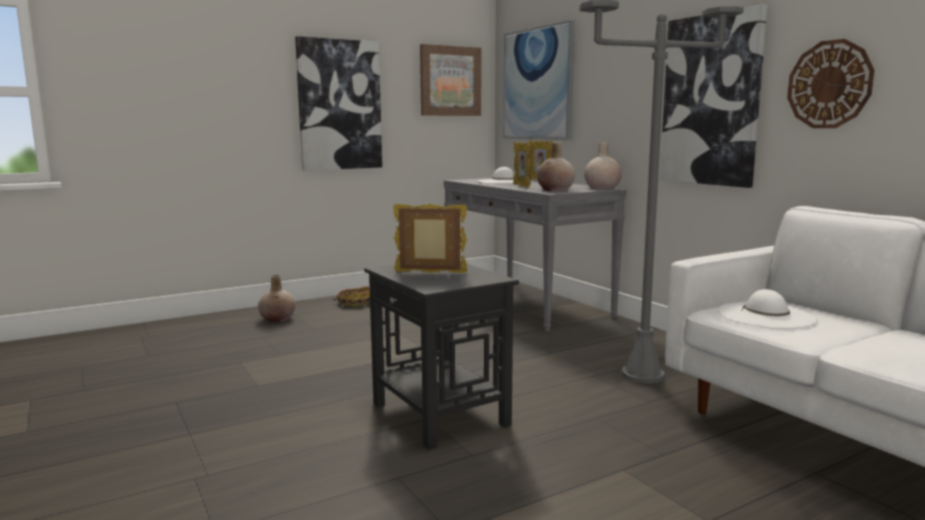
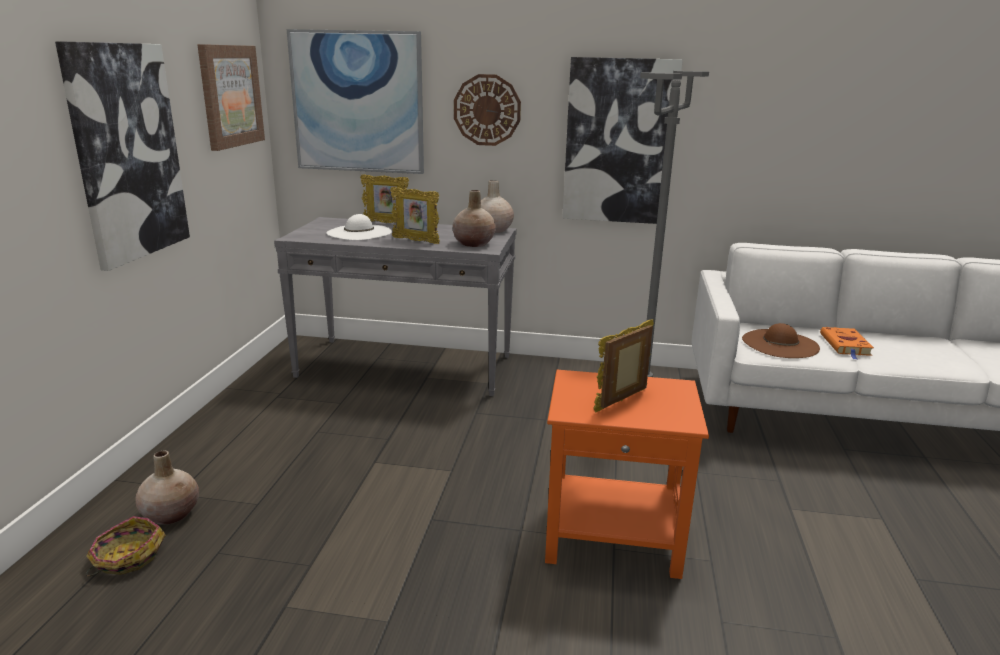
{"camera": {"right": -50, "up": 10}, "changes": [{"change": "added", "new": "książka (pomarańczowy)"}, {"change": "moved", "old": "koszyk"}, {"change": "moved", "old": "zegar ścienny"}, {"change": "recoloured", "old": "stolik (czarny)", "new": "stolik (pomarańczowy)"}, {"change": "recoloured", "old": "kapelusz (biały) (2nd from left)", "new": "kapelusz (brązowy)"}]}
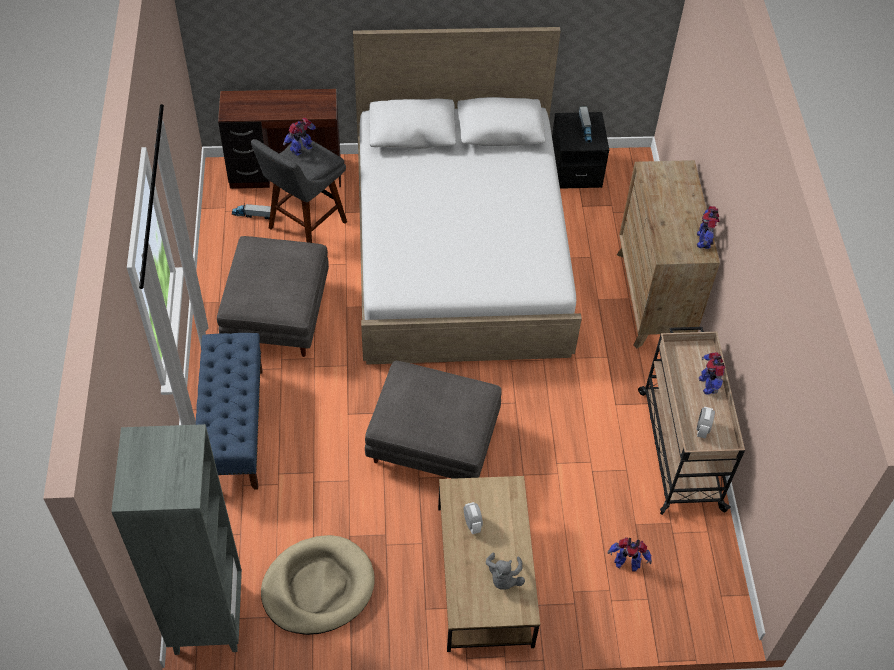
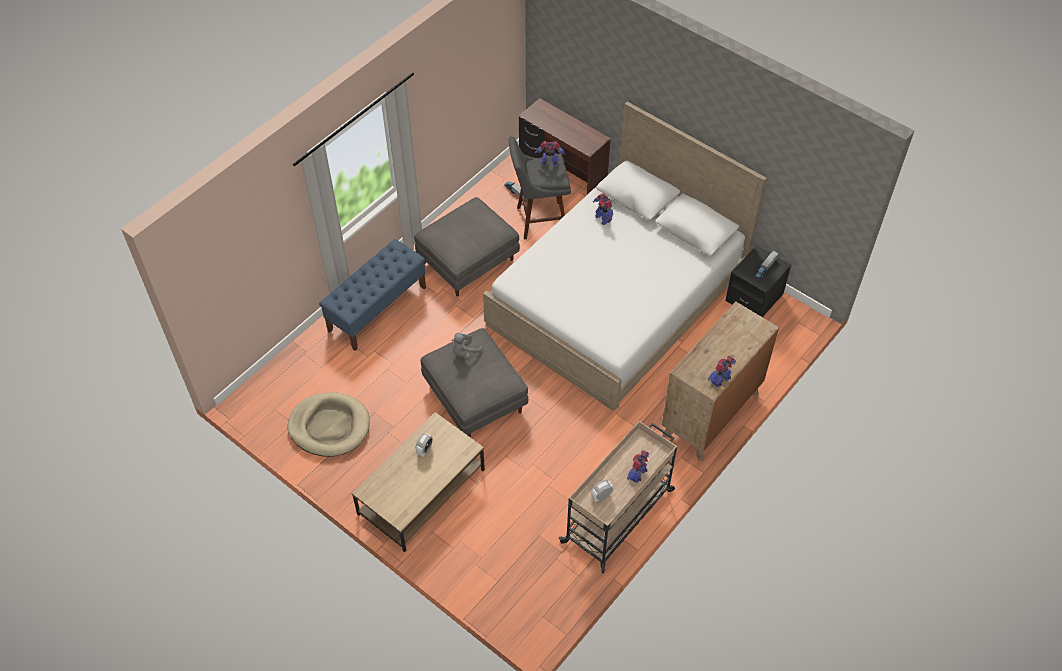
{"camera": {"right": 45, "up": 0}, "changes": [{"change": "removed", "old": "regał (szary)"}, {"change": "moved", "old": "pluszak (szary)"}, {"change": "moved", "old": "robot zabawkowy (2nd from left)"}]}
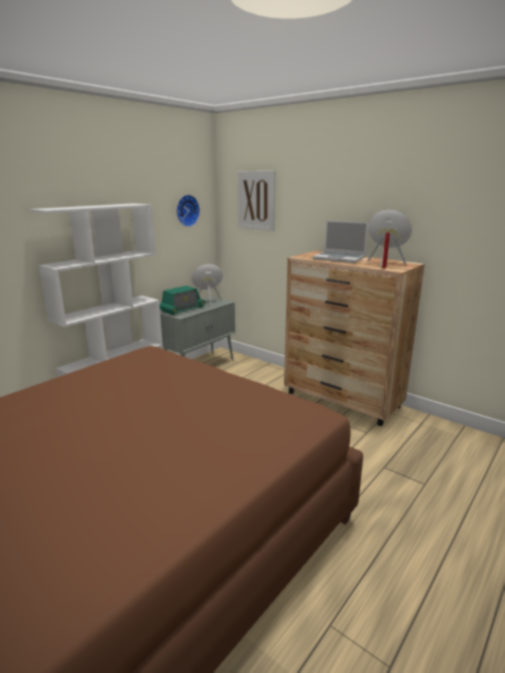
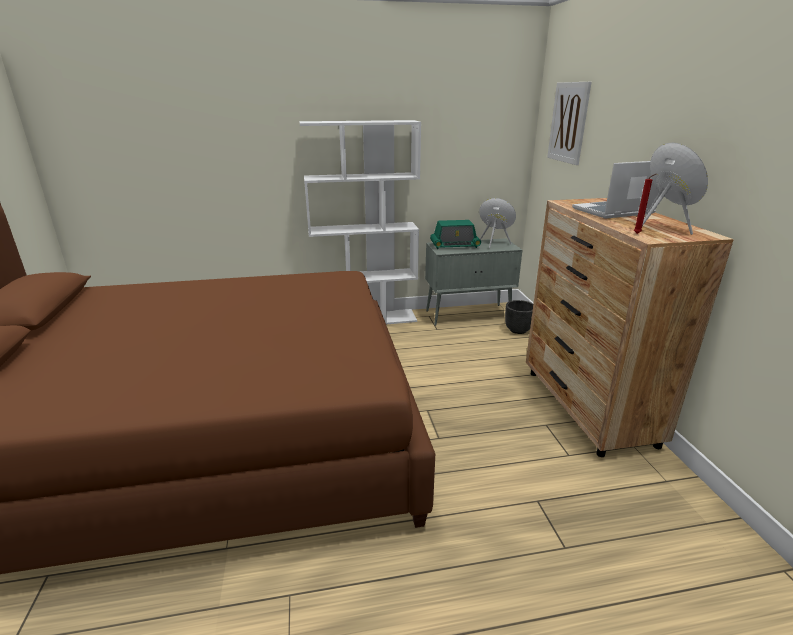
{"camera": {"right": 40, "up": 5}, "changes": [{"change": "removed", "old": "zegar ścienny"}, {"change": "added", "new": "donica (czarny)"}, {"change": "turned", "old": "laptop", "degrees": 90}]}
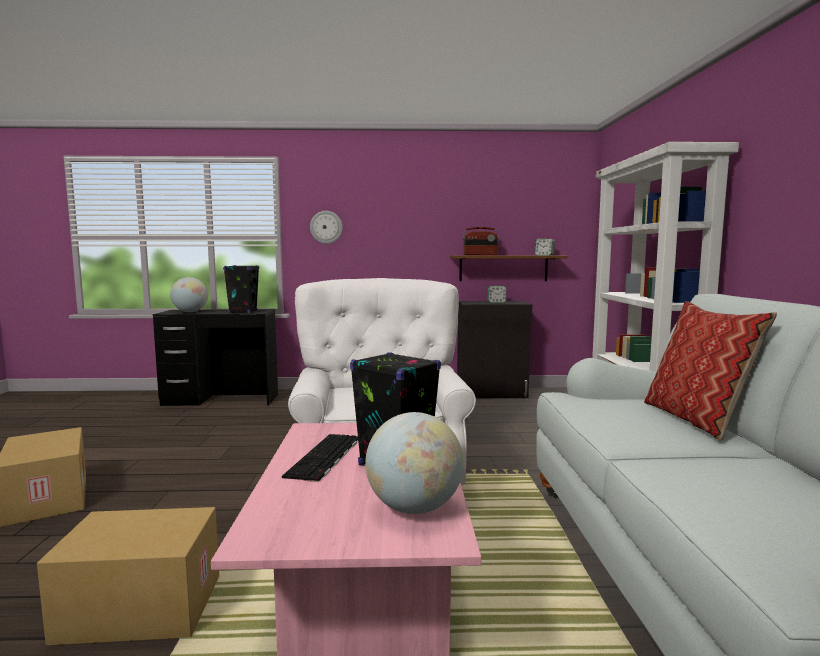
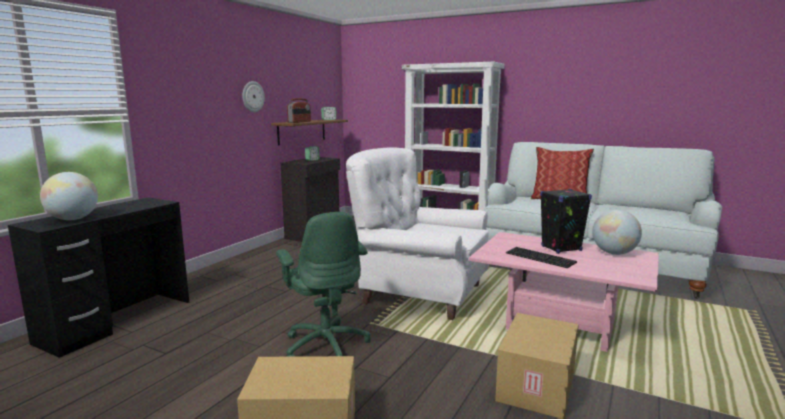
{"camera": {"right": -60, "up": 5}, "changes": [{"change": "removed", "old": "głośnik (czarny) (1st from left)"}, {"change": "added", "new": "krzesło biurowe (zielony)"}, {"change": "moved", "old": "zegar ścienny"}]}
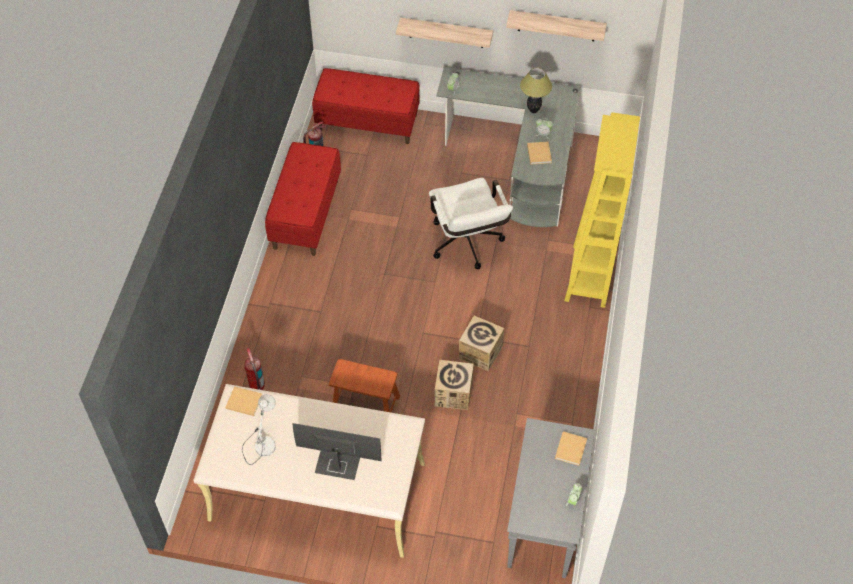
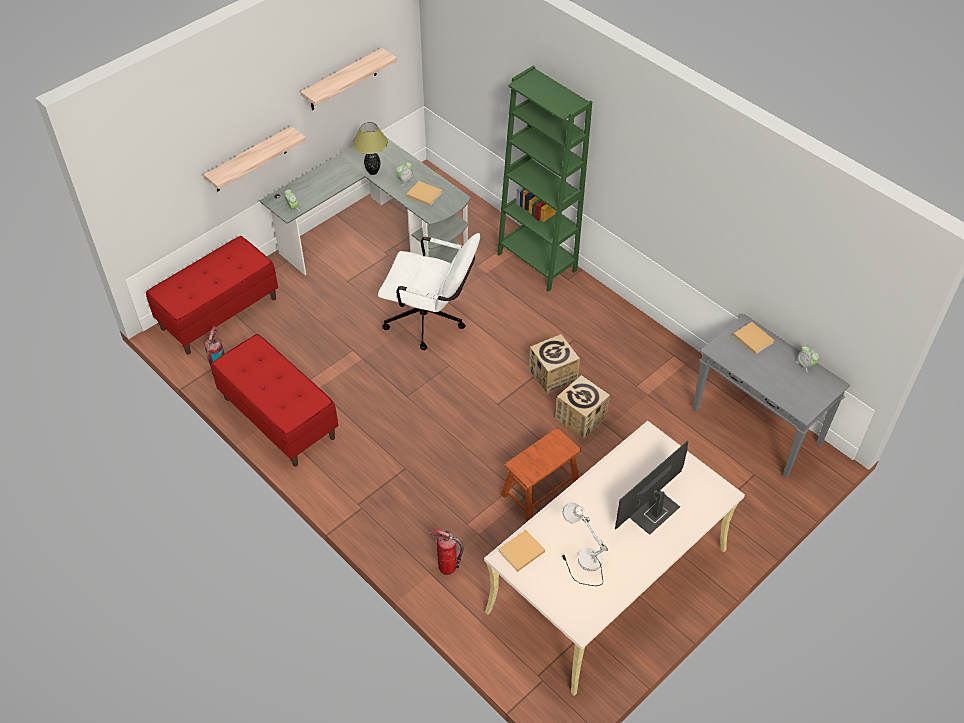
{"camera": {"right": -55, "up": -5}, "changes": [{"change": "recoloured", "old": "regał (żółty)", "new": "regał (zielony)"}]}
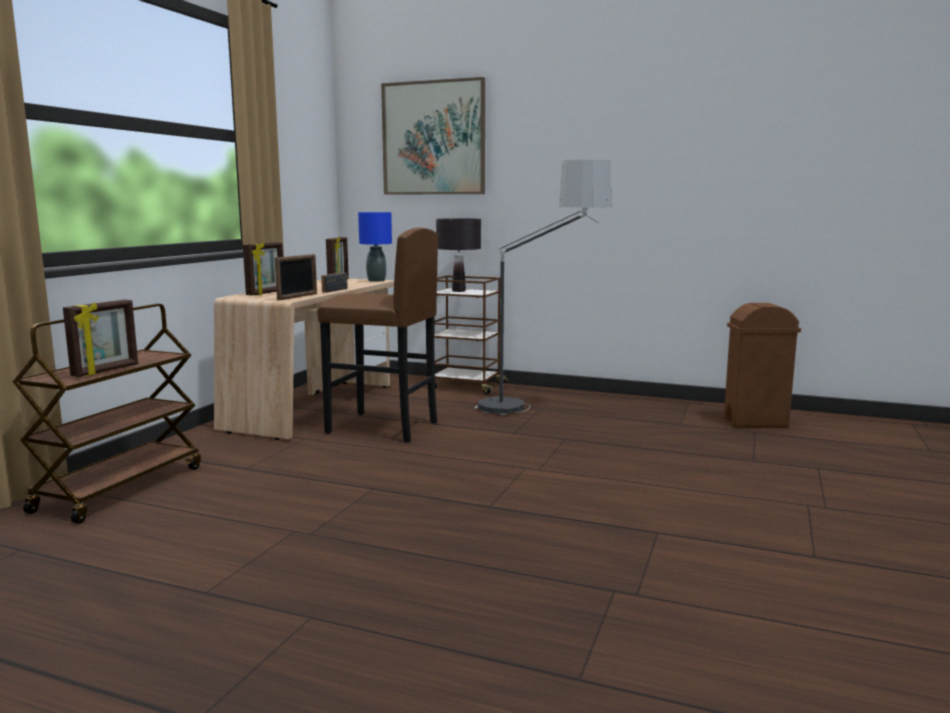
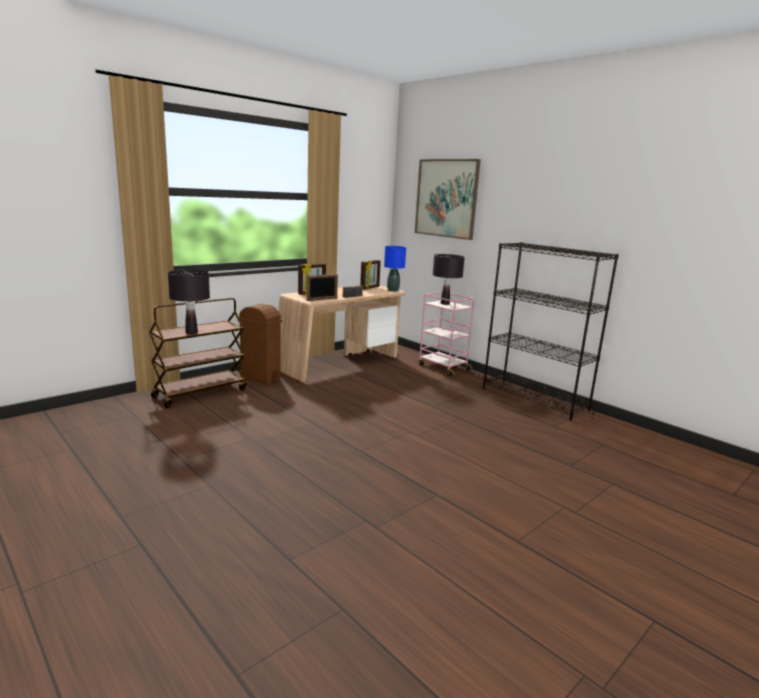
{"camera": {"right": 25, "up": 5}, "changes": [{"change": "removed", "old": "stołek (brązowy)"}, {"change": "removed", "old": "lampa stojąca"}, {"change": "added", "new": "regał (czarny)"}, {"change": "moved", "old": "kosz na śmieci (brązowy)"}, {"change": "replaced", "old": "ramka na zdjęcie (1st from left)", "new": "lampa stołowa (czarny) (1st from left)"}, {"change": "recoloured", "old": "wózek (brązowy) (2nd from left)", "new": "wózek (różowy)"}]}
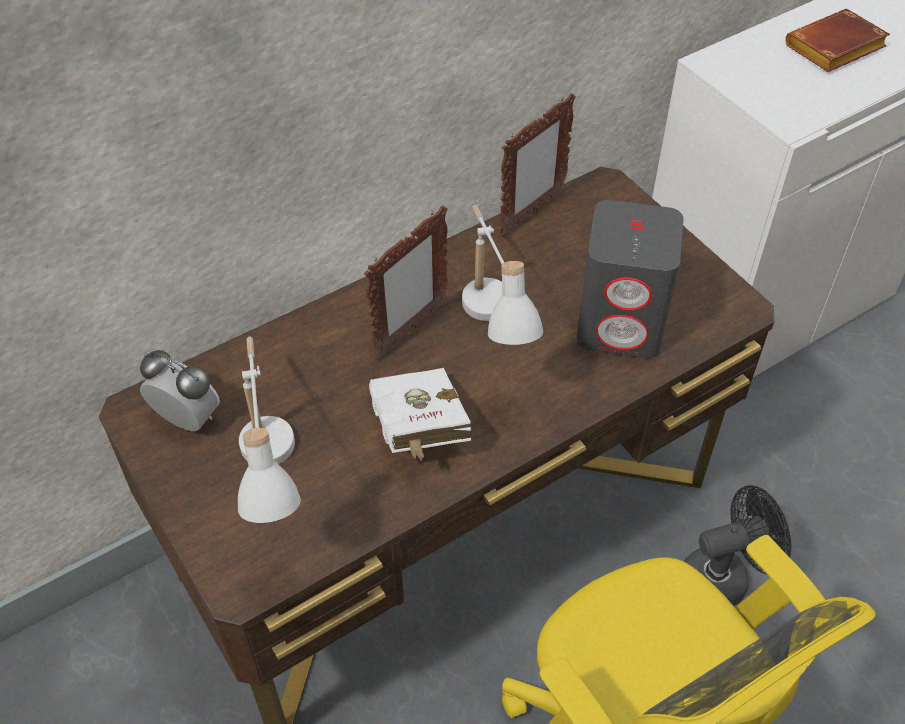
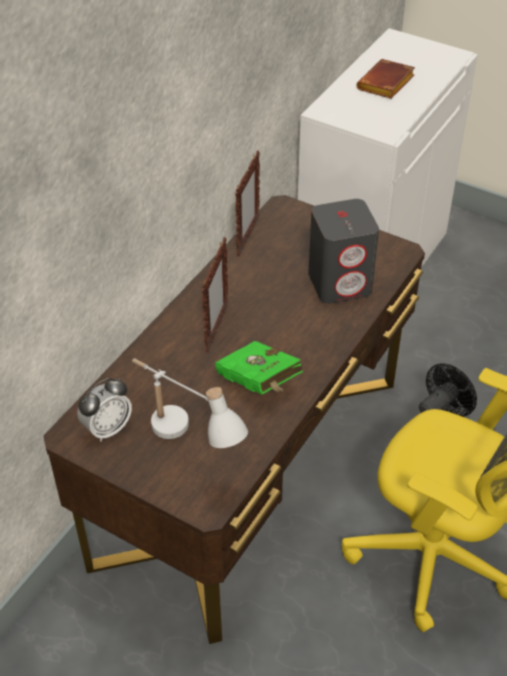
{"camera": {"right": -25, "up": -5}, "changes": [{"change": "removed", "old": "lampa stołowa (biały) (2nd from left)"}, {"change": "recoloured", "old": "książka (biały)", "new": "książka (zielony)"}, {"change": "turned", "old": "budzik", "degrees": 135}]}
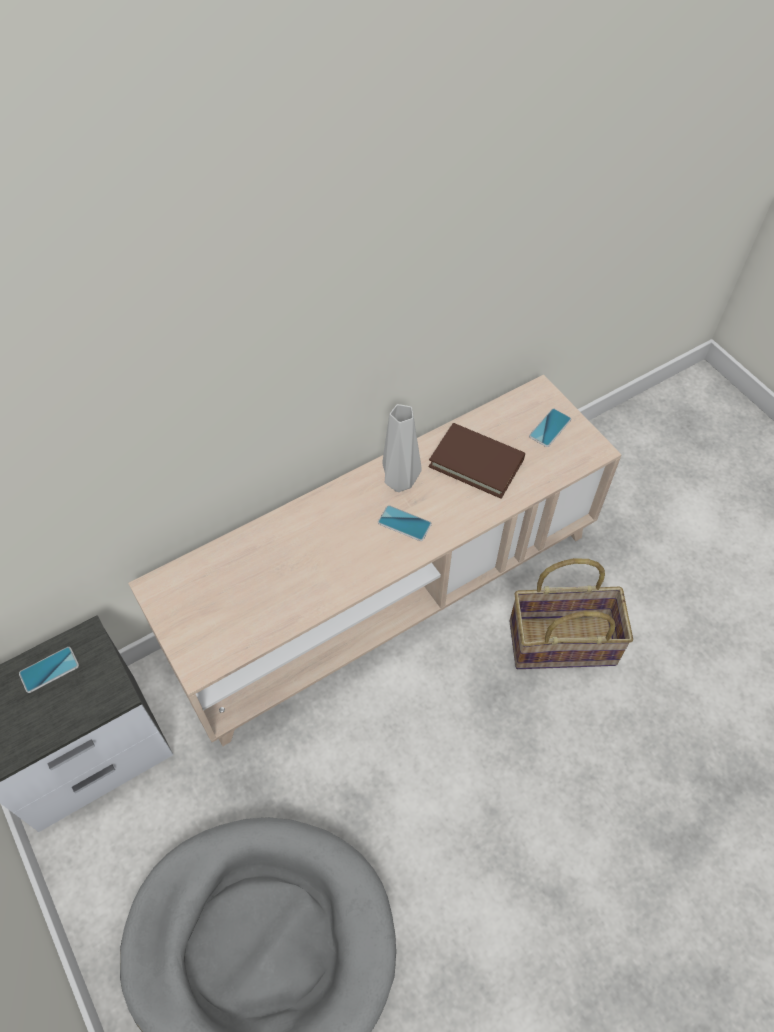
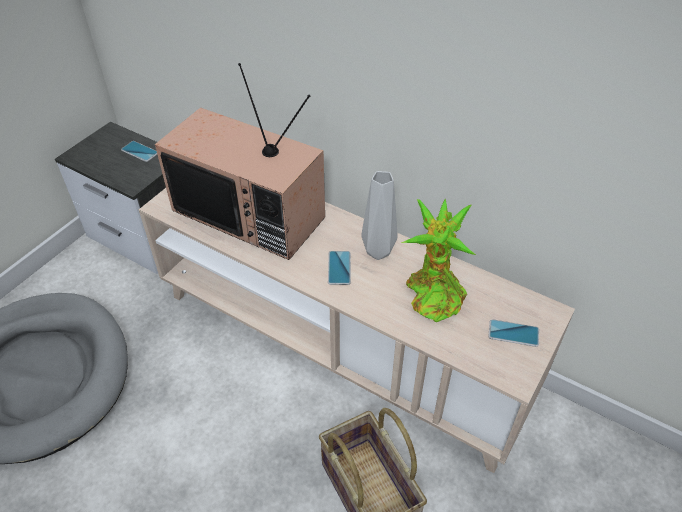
{"camera": {"right": 65, "up": -10}, "changes": [{"change": "added", "new": "telewizor"}, {"change": "replaced", "old": "książka (brązowy)", "new": "roślina doniczkowa"}]}
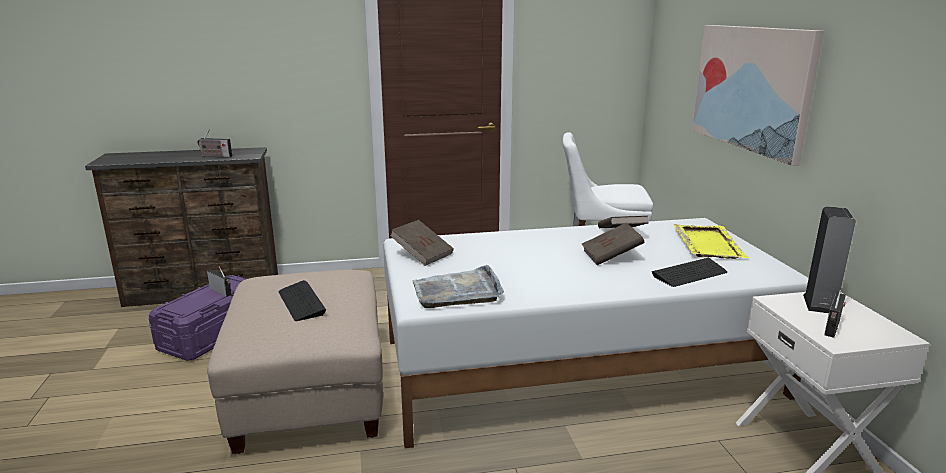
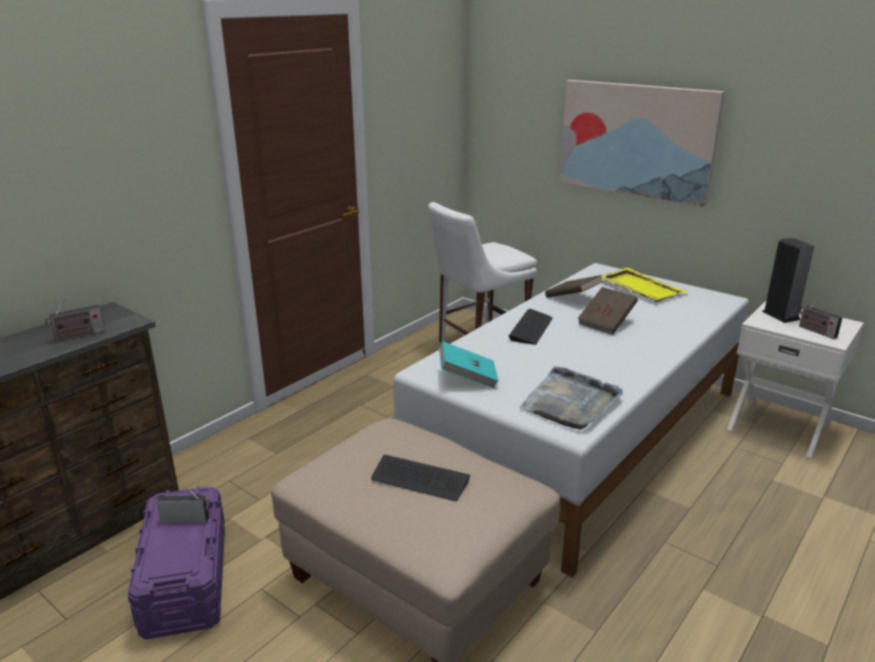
{"camera": {"right": -40, "up": 5}, "changes": [{"change": "moved", "old": "klawiatura (2nd from left)"}, {"change": "recoloured", "old": "książka (brązowy) (1st from left)", "new": "książka (turkusowy)"}, {"change": "turned", "old": "radio (3rd from left)", "degrees": 150}]}
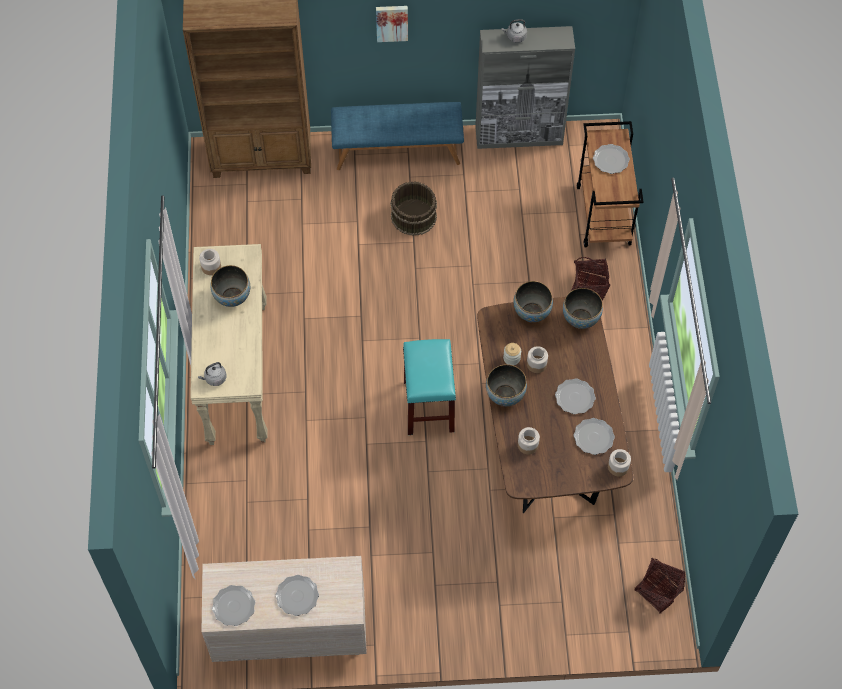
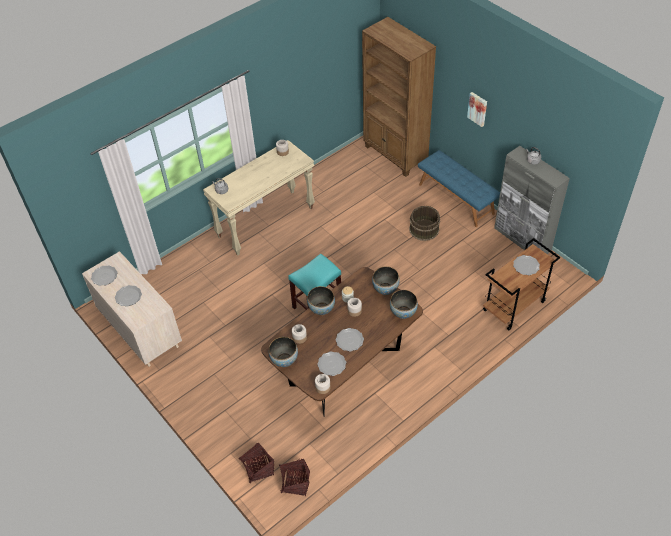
{"camera": {"right": 55, "up": -10}, "changes": [{"change": "moved", "old": "miska (1st from left)"}, {"change": "moved", "old": "koszyk (1st from left)"}]}
